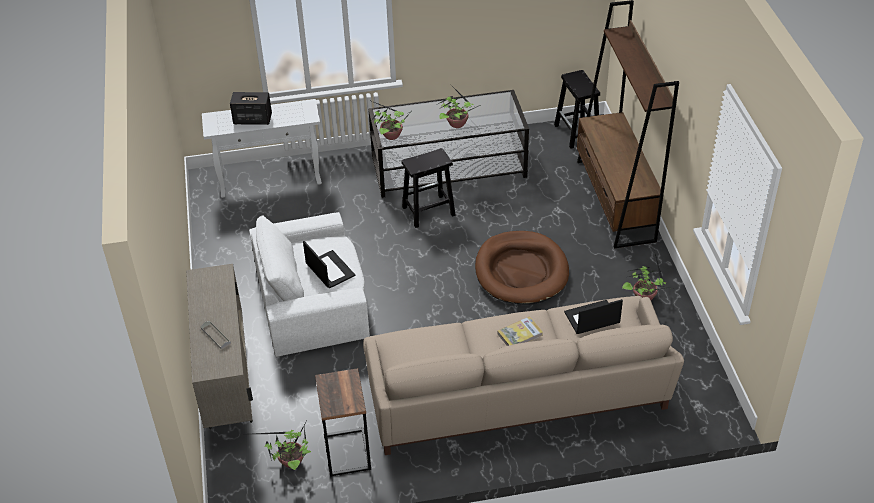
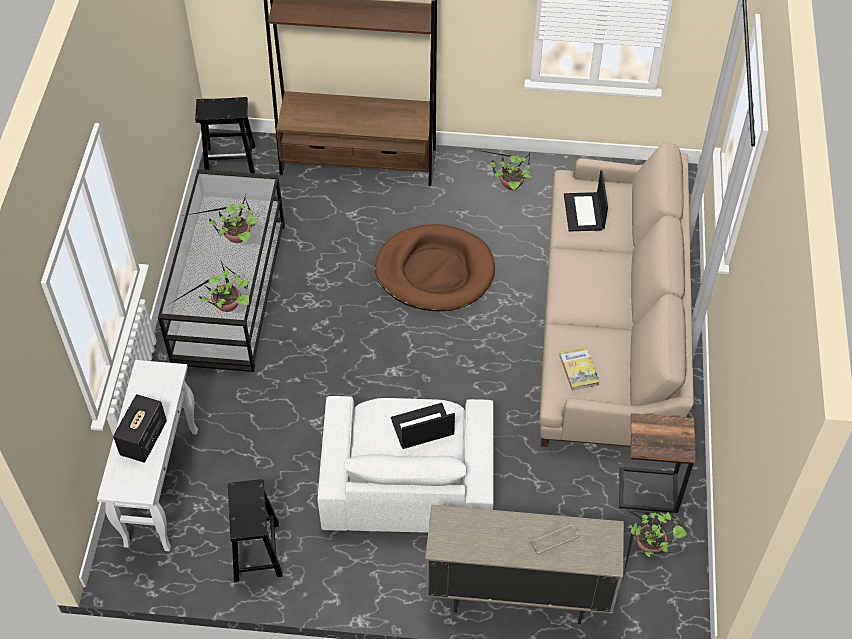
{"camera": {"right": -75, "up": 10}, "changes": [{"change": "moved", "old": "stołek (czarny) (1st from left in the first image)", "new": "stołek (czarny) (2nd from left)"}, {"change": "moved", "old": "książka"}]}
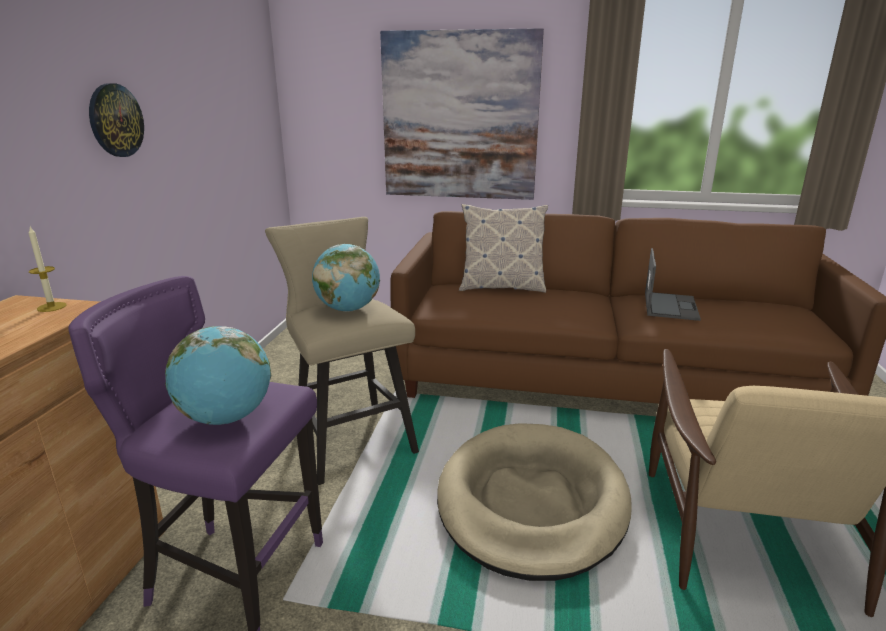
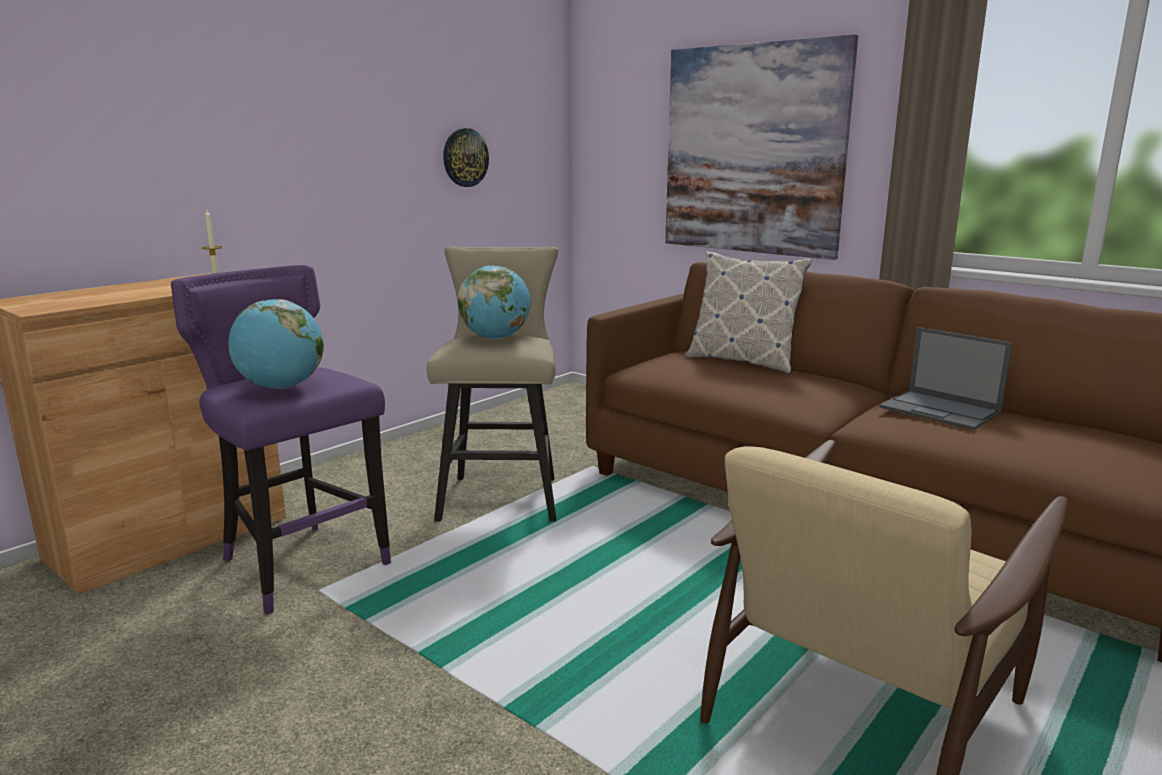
{"camera": {"right": 30, "up": -5}, "changes": [{"change": "removed", "old": "legowisko (beżowy)"}, {"change": "moved", "old": "zegar ścienny"}, {"change": "turned", "old": "laptop", "degrees": 90}]}
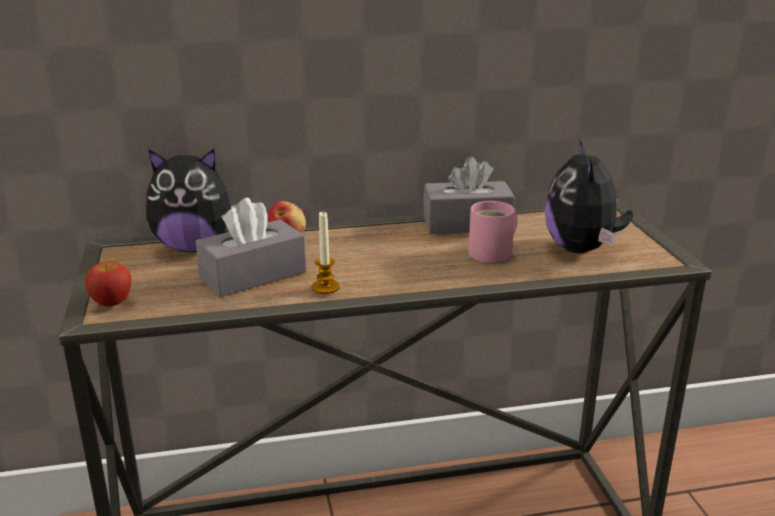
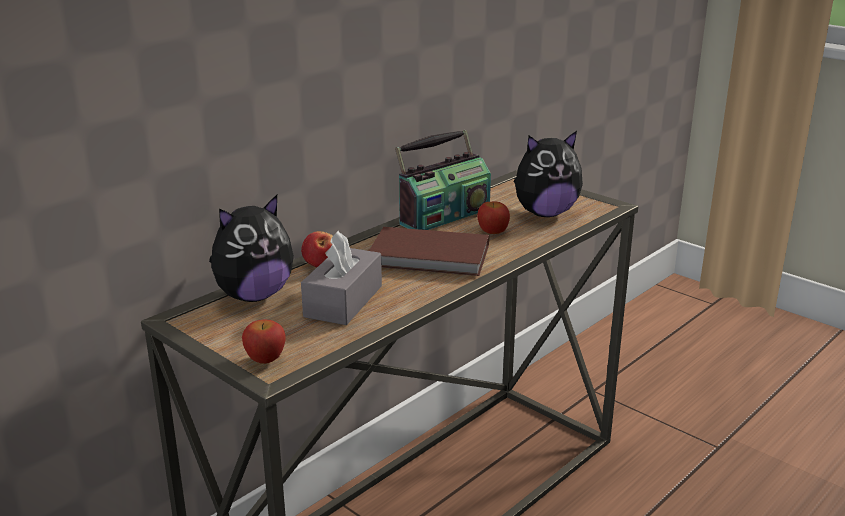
{"camera": {"right": -35, "up": 0}, "changes": [{"change": "removed", "old": "świeca"}, {"change": "added", "new": "książka (brązowy)"}, {"change": "replaced", "old": "pudełko chusteczek (szary) (2nd from left)", "new": "radio"}, {"change": "replaced", "old": "kubek (różowy)", "new": "jabłko (3rd from left)"}, {"change": "turned", "old": "pluszak (2nd from left)", "degrees": -75}]}
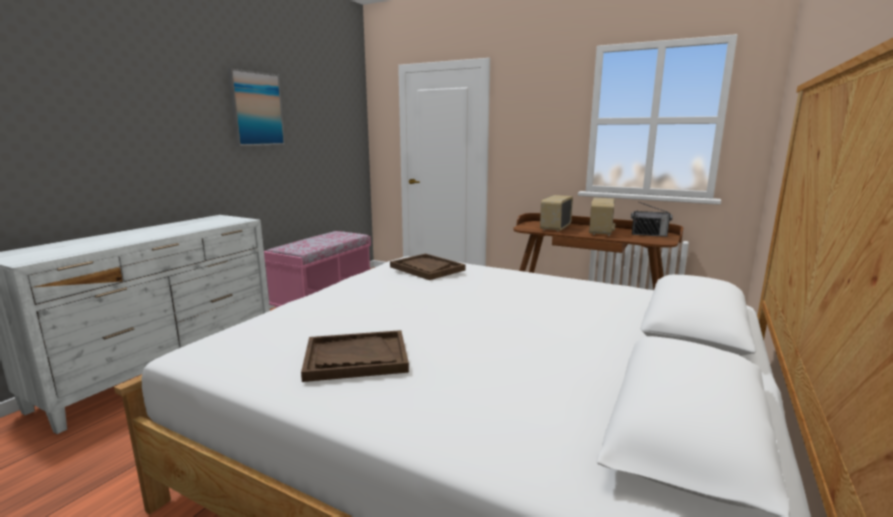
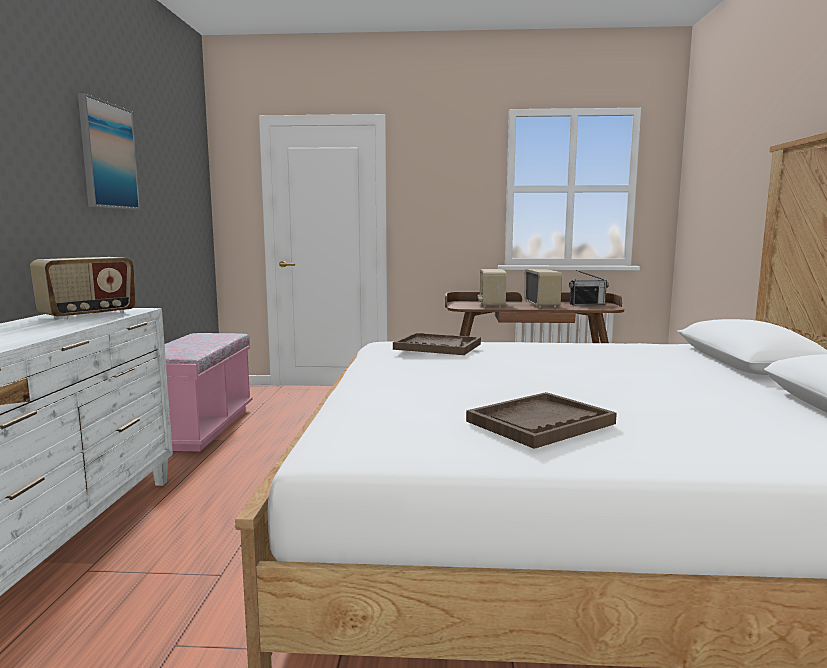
{"camera": {"right": -25, "up": -5}, "changes": [{"change": "added", "new": "radio (1st from left)"}]}
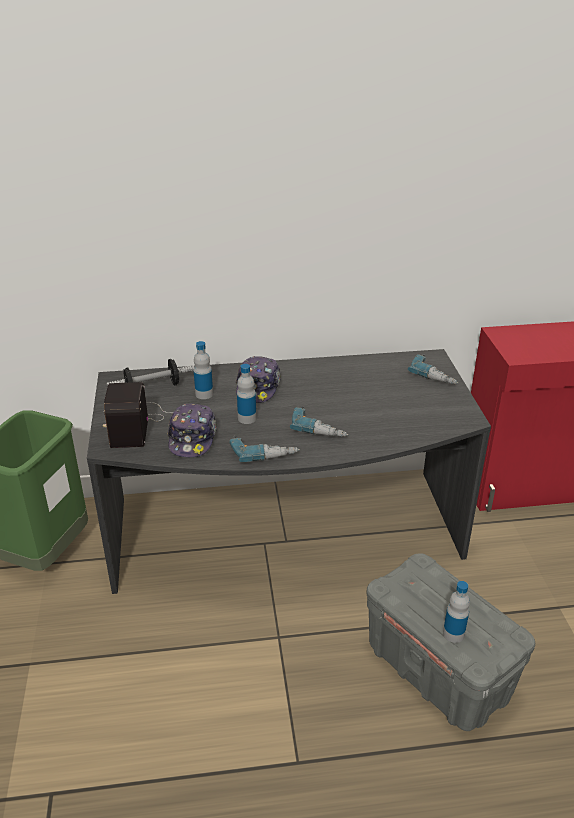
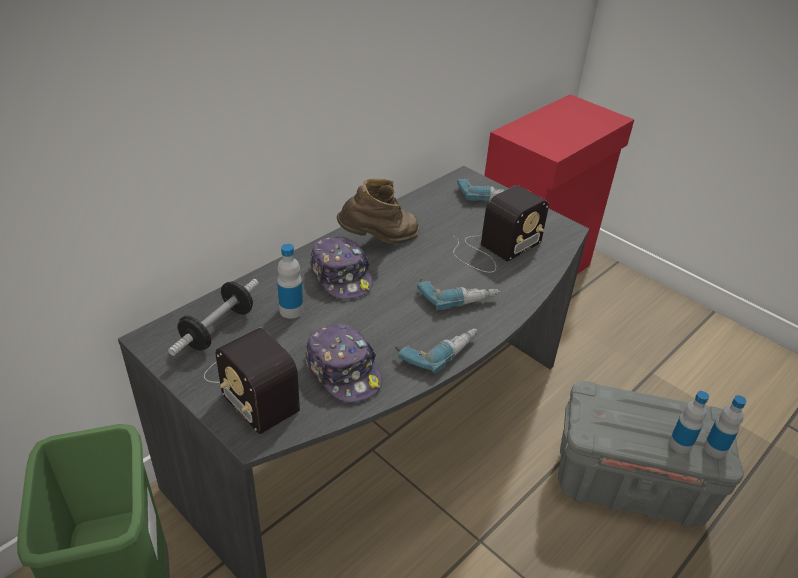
{"camera": {"right": -40, "up": 5}, "changes": [{"change": "added", "new": "but z cholewką (brązowy)"}, {"change": "added", "new": "radio (2nd from left)"}, {"change": "moved", "old": "butelka (2nd from left in the first image)", "new": "butelka (3rd from left)"}]}
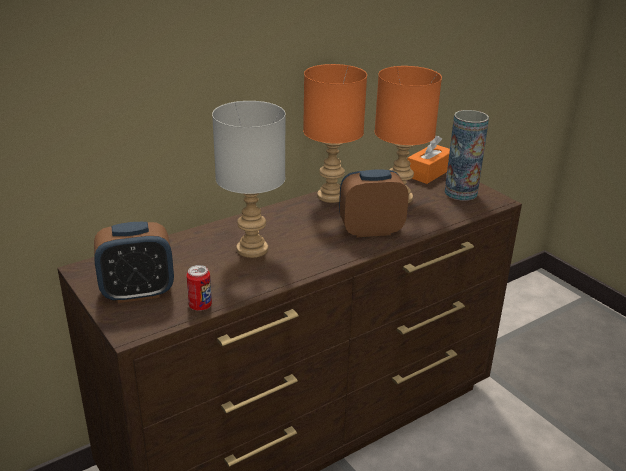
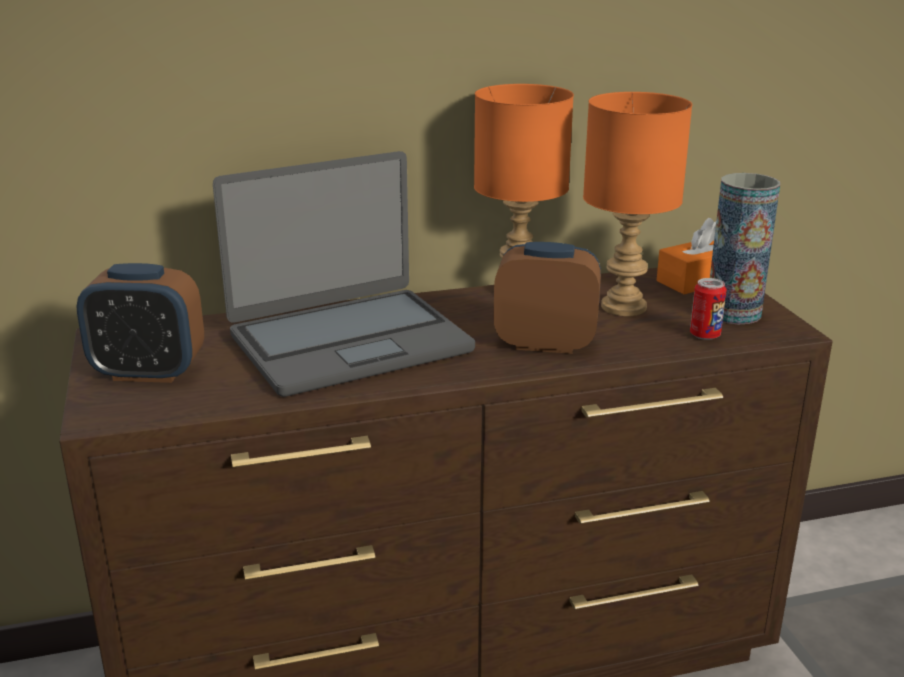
{"camera": {"right": 20, "up": -5}, "changes": [{"change": "moved", "old": "puszka"}, {"change": "replaced", "old": "lampa stołowa (szary)", "new": "laptop"}]}
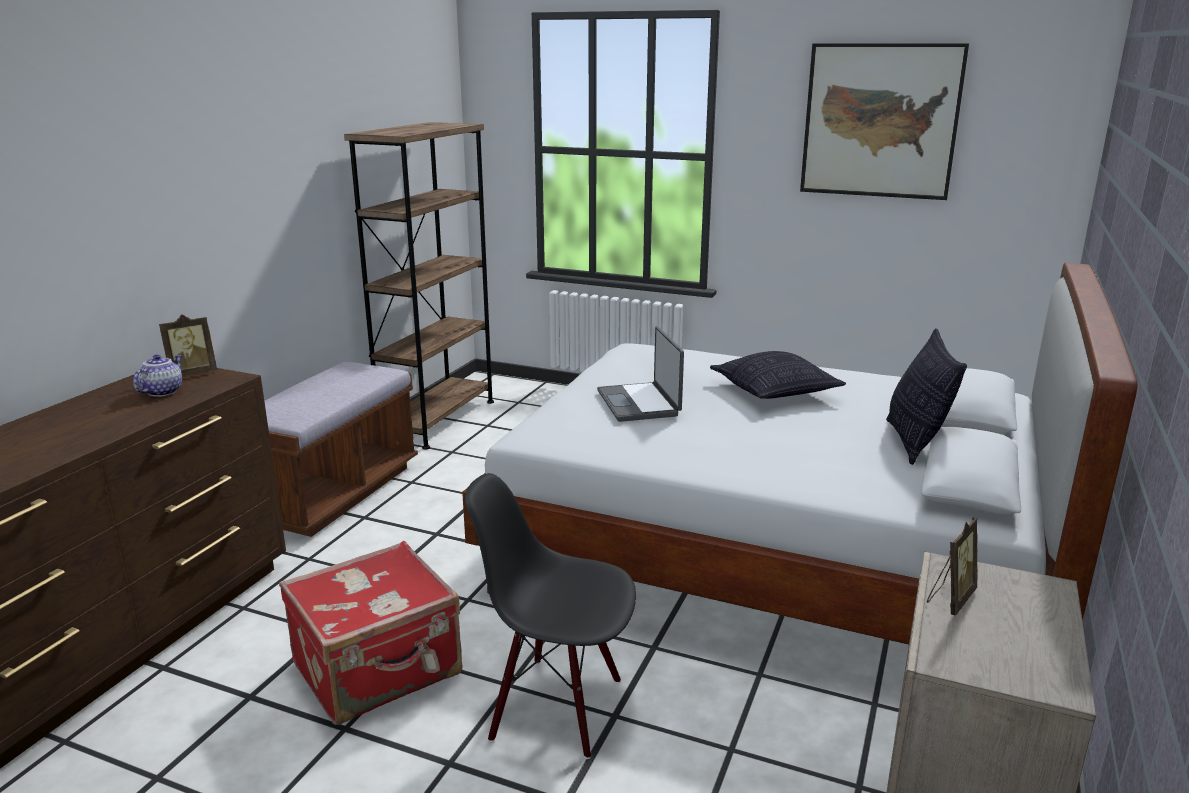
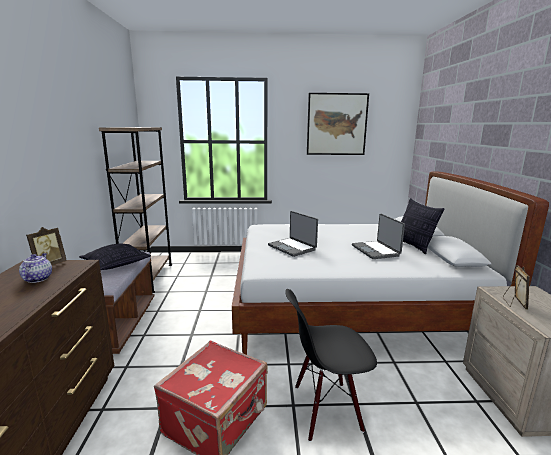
{"camera": {"right": -25, "up": -5}, "changes": [{"change": "added", "new": "laptop (2nd from left)"}, {"change": "moved", "old": "poduszka (1st from left)"}]}
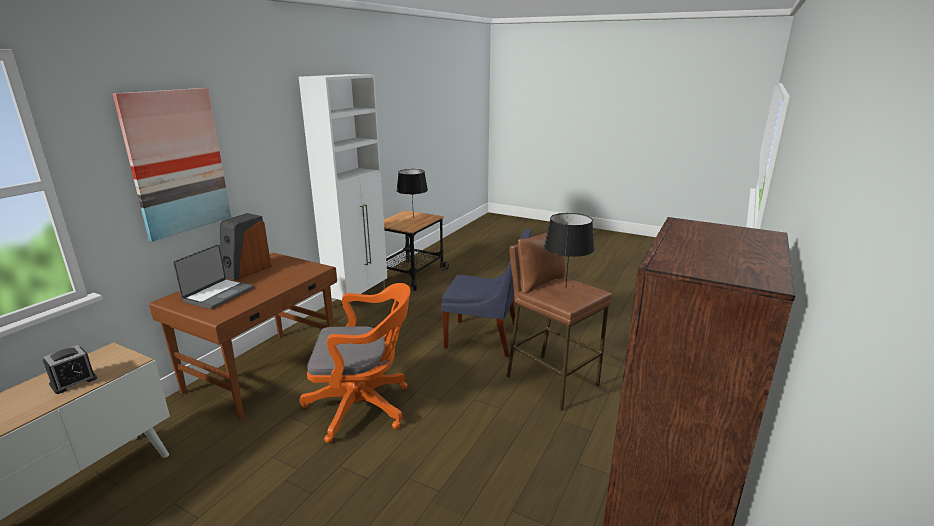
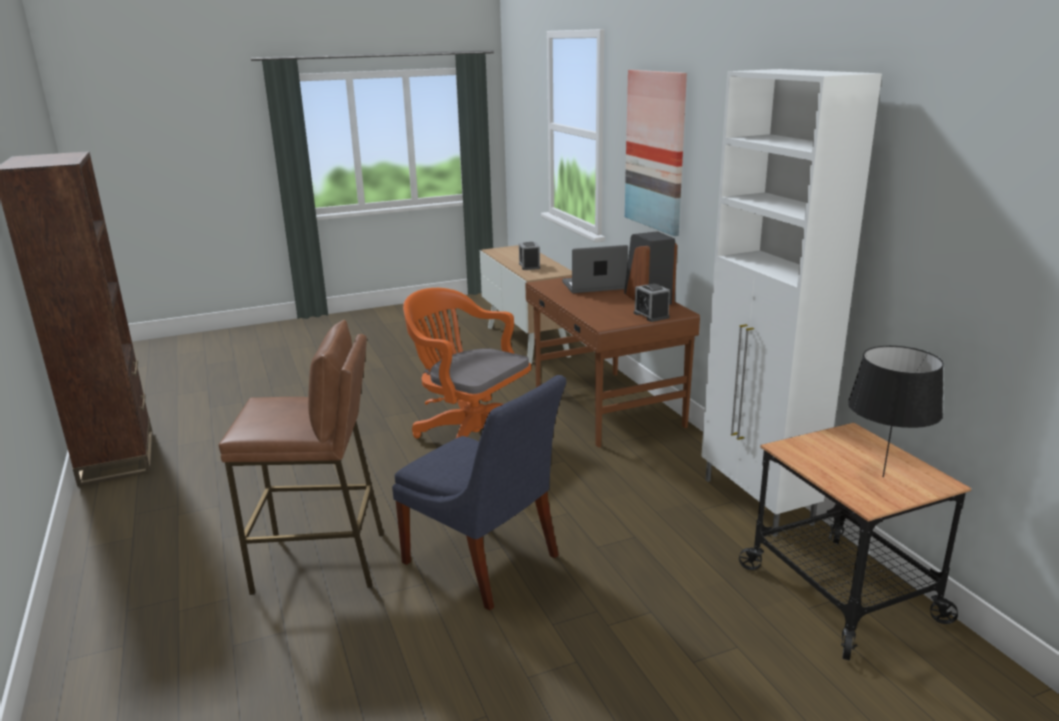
{"camera": {"right": 130, "up": 0}, "changes": [{"change": "removed", "old": "lampa stołowa (czarny) (2nd from left)"}, {"change": "added", "new": "budzik (2nd from left)"}, {"change": "turned", "old": "laptop", "degrees": 105}, {"change": "turned", "old": "krzesło biurowe (pomarańczowy)", "degrees": 90}, {"change": "turned", "old": "krzesło (niebieski)", "degrees": -105}]}
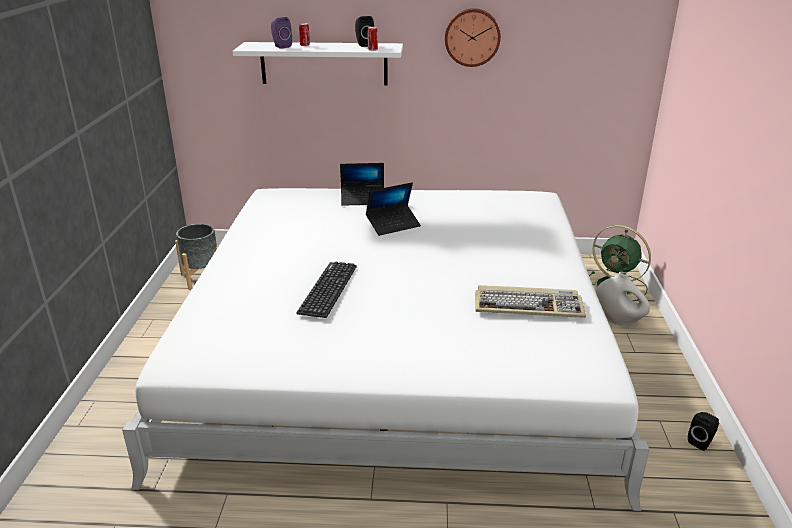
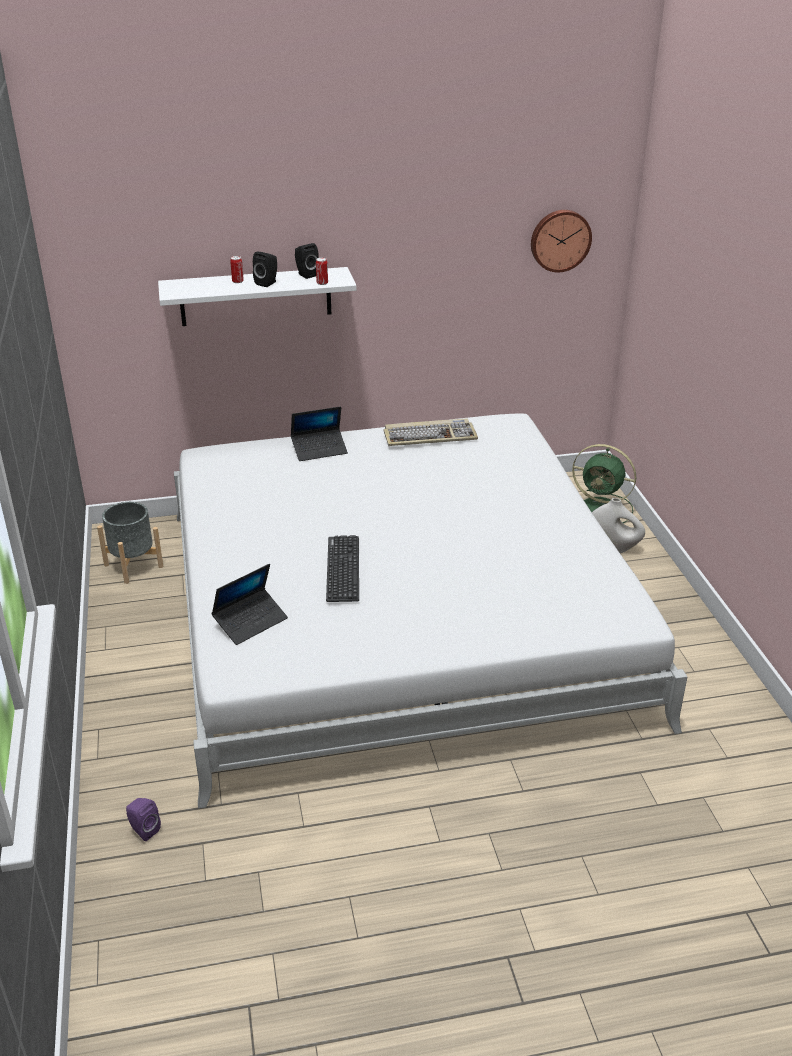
{"camera": {"right": -15, "up": 5}, "changes": [{"change": "moved", "old": "głośnik (fioletowy)"}, {"change": "moved", "old": "laptop (2nd from left in the first image)", "new": "laptop (1st from left)"}, {"change": "moved", "old": "zegar ścienny"}, {"change": "moved", "old": "klawiatura (2nd from left)"}, {"change": "moved", "old": "głośnik (czarny) (2nd from left in the first image)", "new": "głośnik (czarny) (1st from left)"}]}
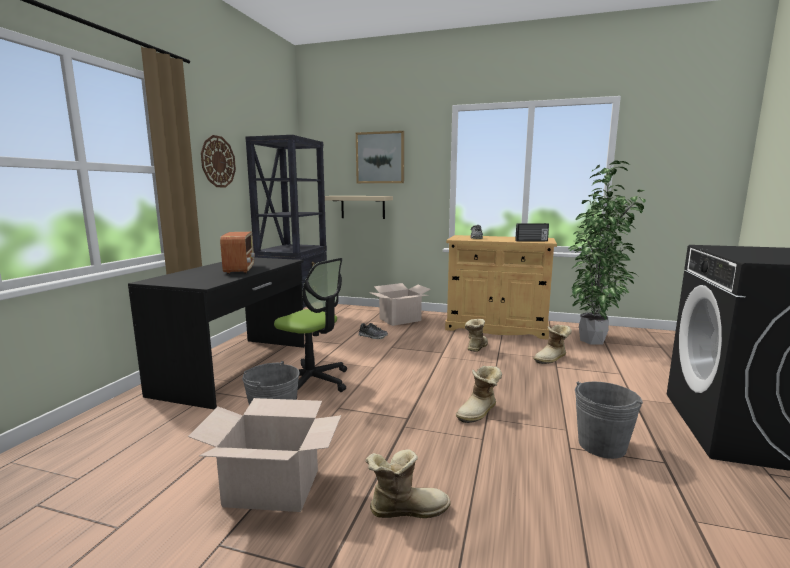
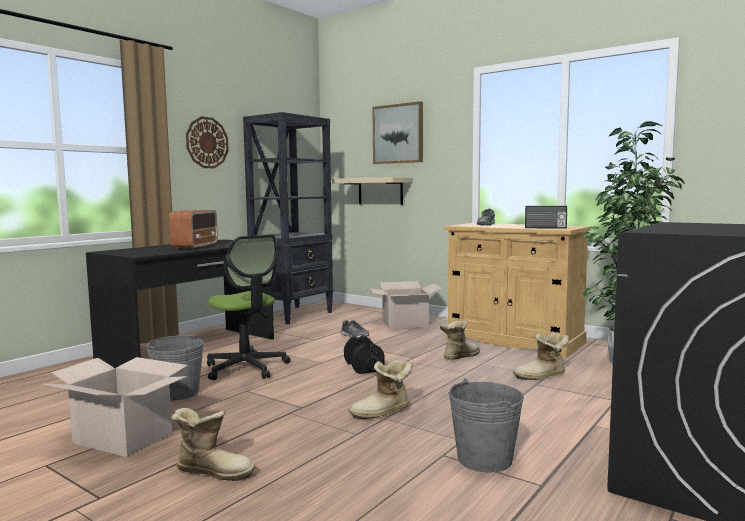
{"camera": {"right": 20, "up": -5}, "changes": [{"change": "added", "new": "hantel (czarny)"}]}
